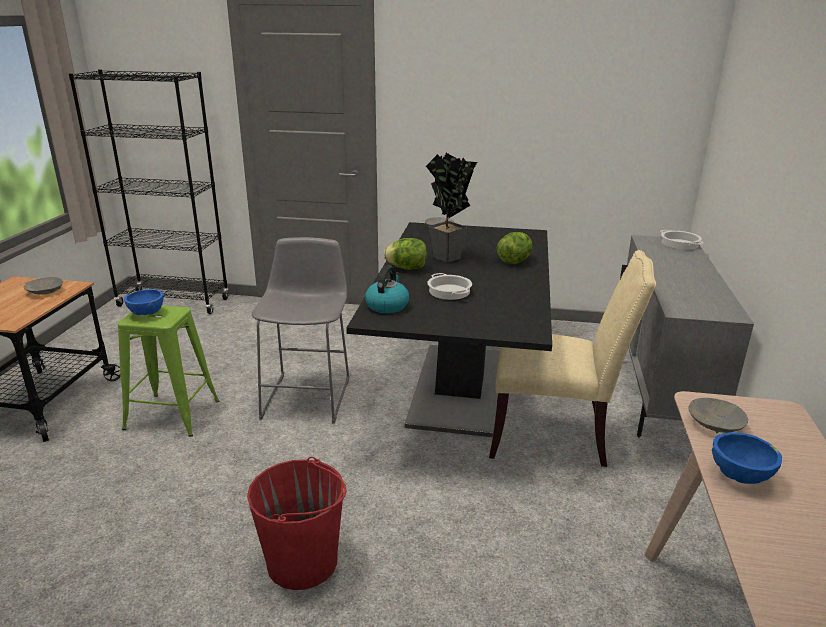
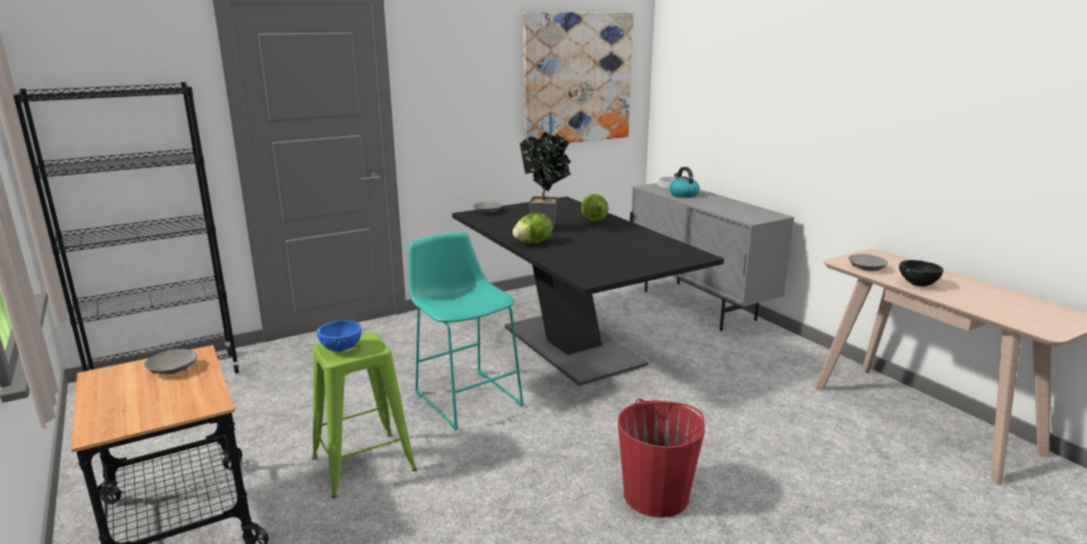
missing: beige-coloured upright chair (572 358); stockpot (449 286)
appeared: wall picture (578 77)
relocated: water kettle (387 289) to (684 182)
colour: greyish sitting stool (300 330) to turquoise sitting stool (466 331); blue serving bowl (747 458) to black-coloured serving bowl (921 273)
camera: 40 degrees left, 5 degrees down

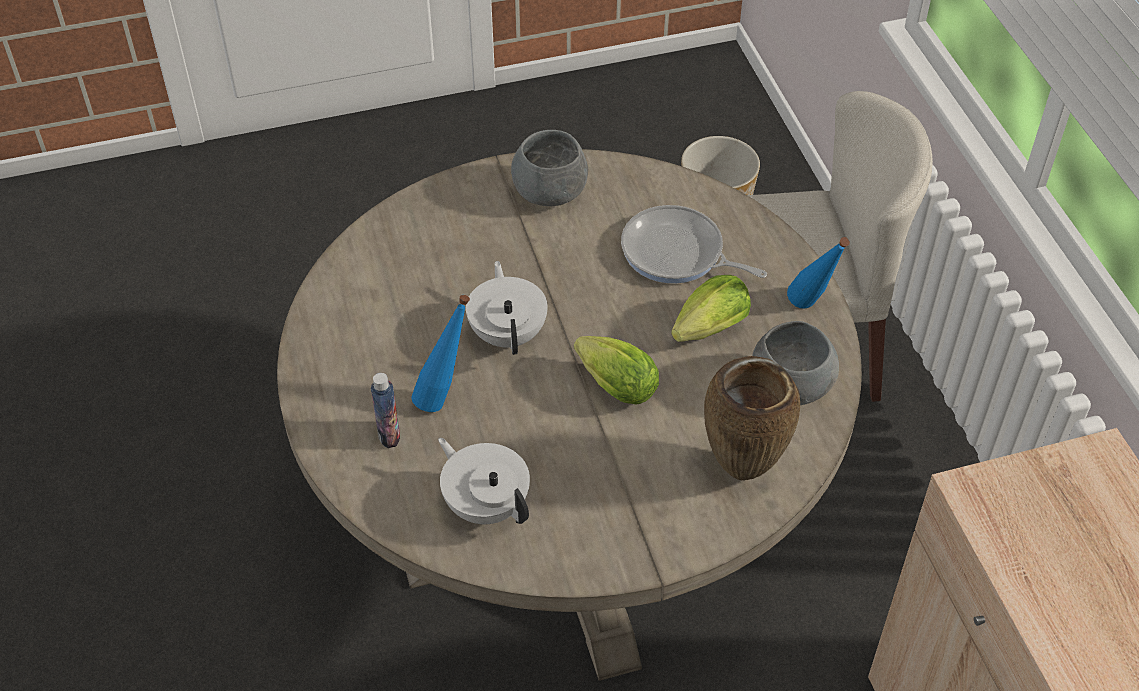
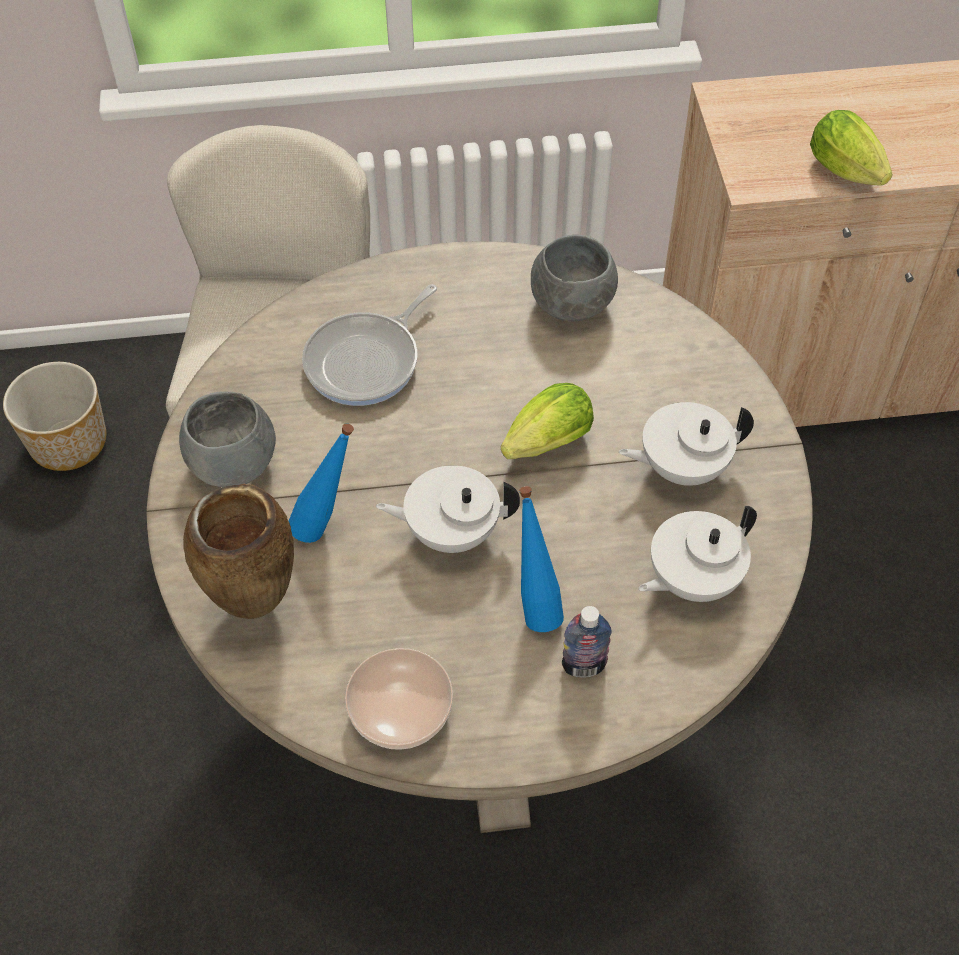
appeared: whitish pot for tea (686 444); serving bowl (399 699)
relocated: blue bottle (818 273) to (321 483); lettuce (711 308) to (851 147); brownish vase (752 418) to (238 551)
camera: 80 degrees left, 5 degrees up

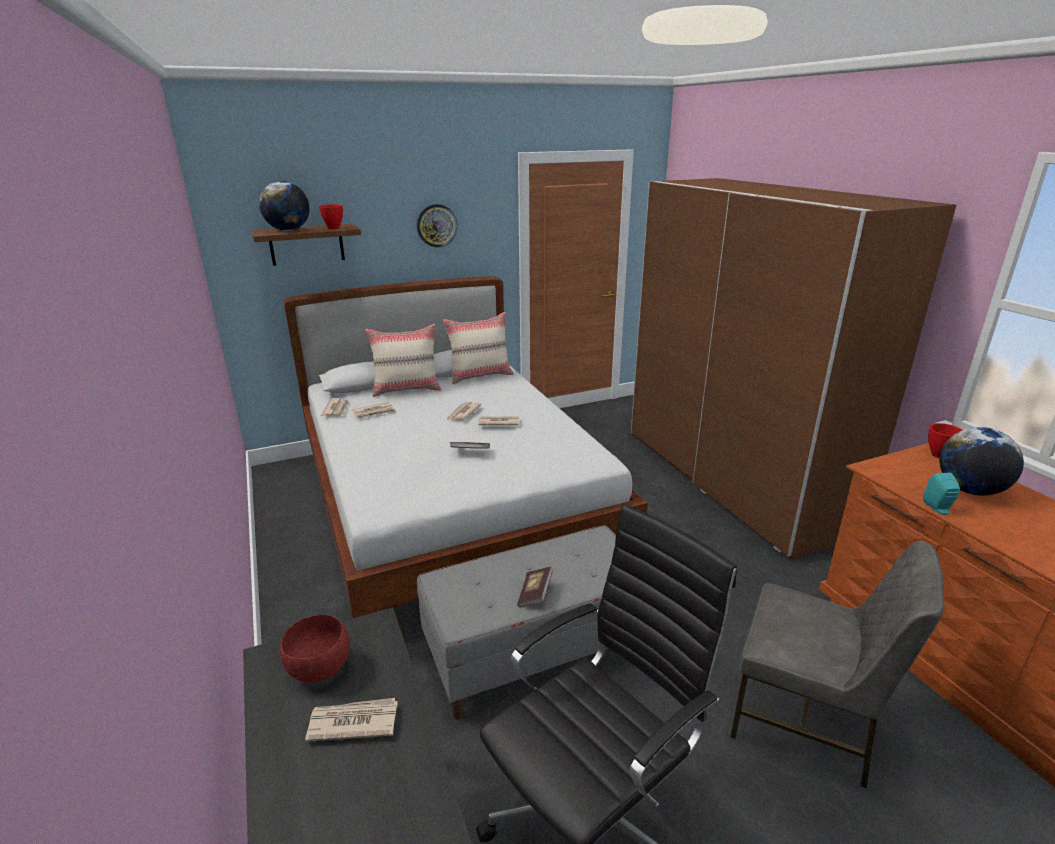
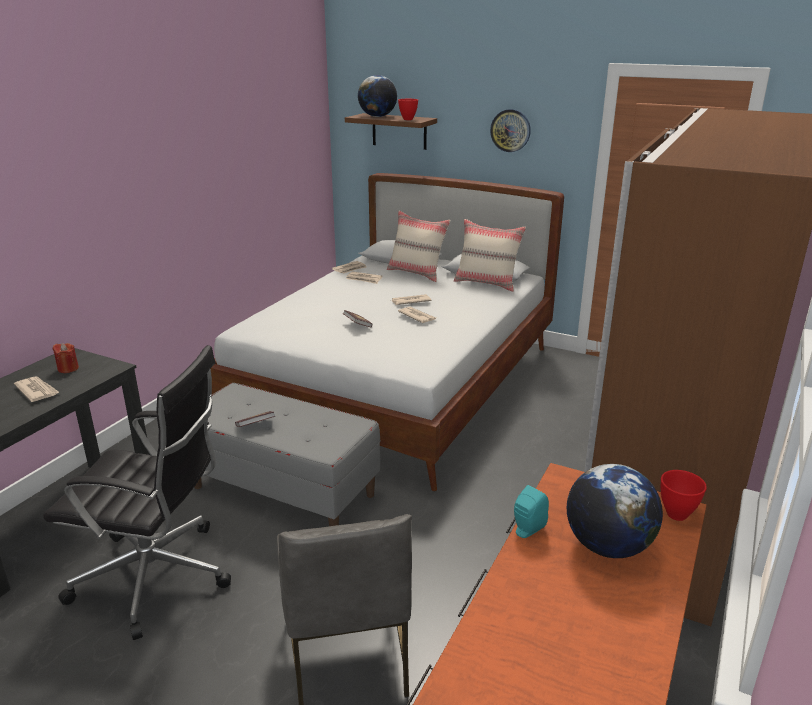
exchanged: reddish serving bowl (315 649) to reddish wax light (66 358)
camera: 50 degrees right, 0 degrees up

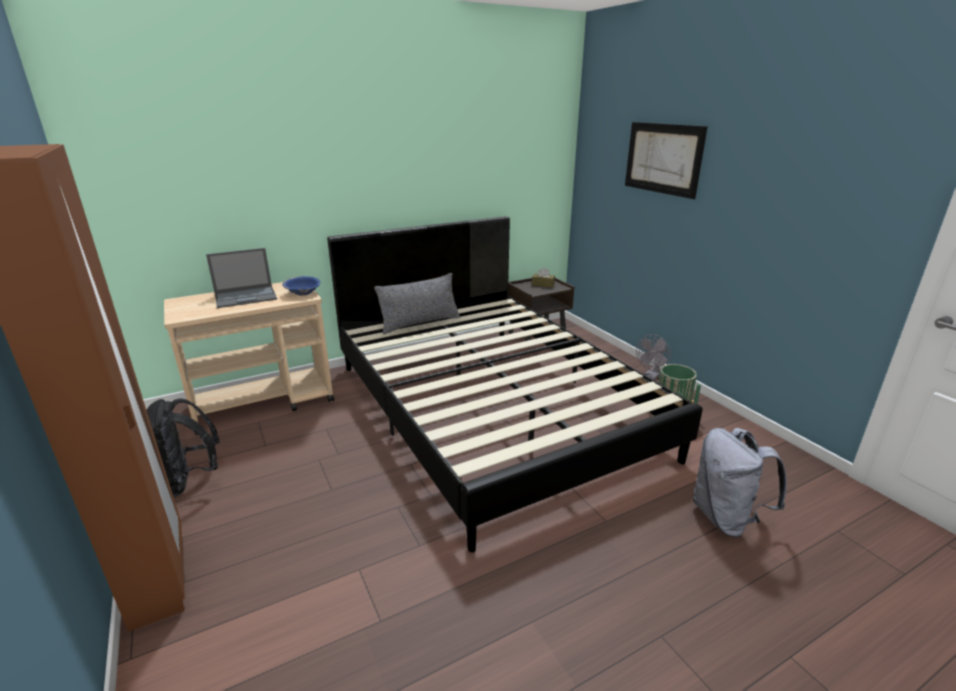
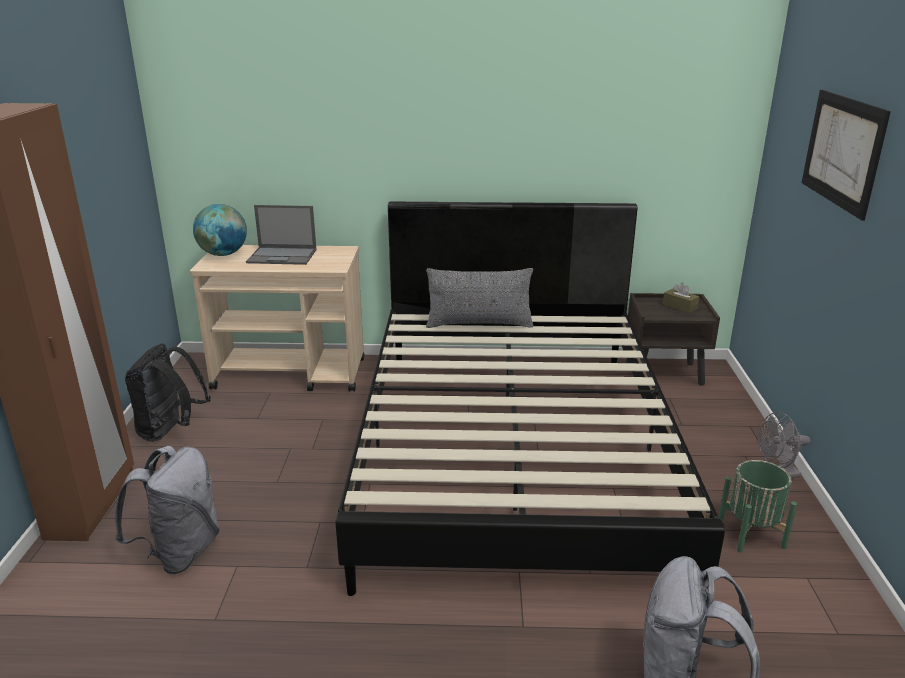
missing: blue serving bowl (301 286)
appeared: desk globe (220 230); greyish knapsack (167 510)
camera: 30 degrees right, 0 degrees up

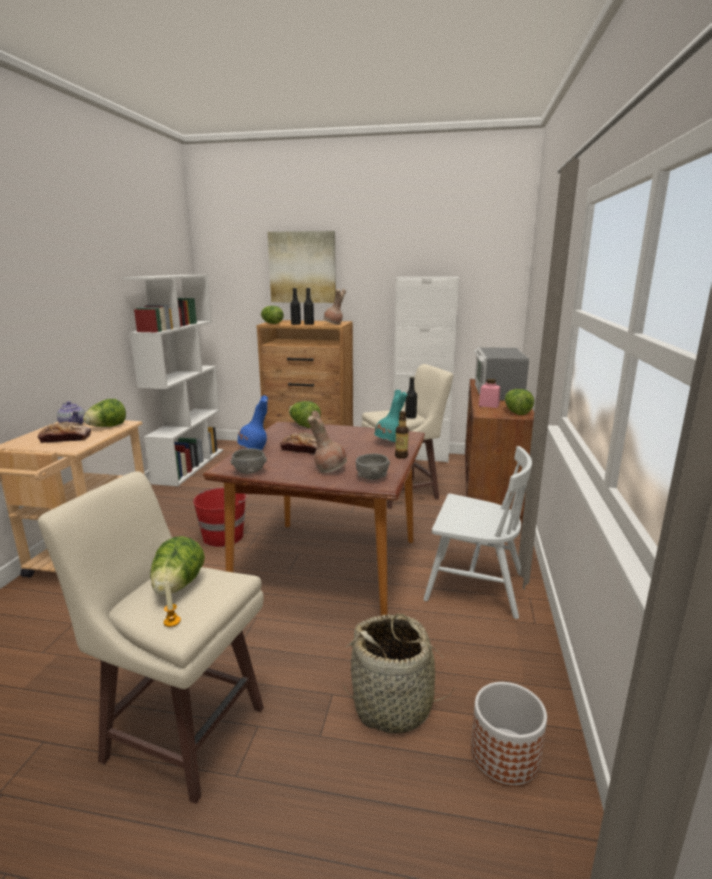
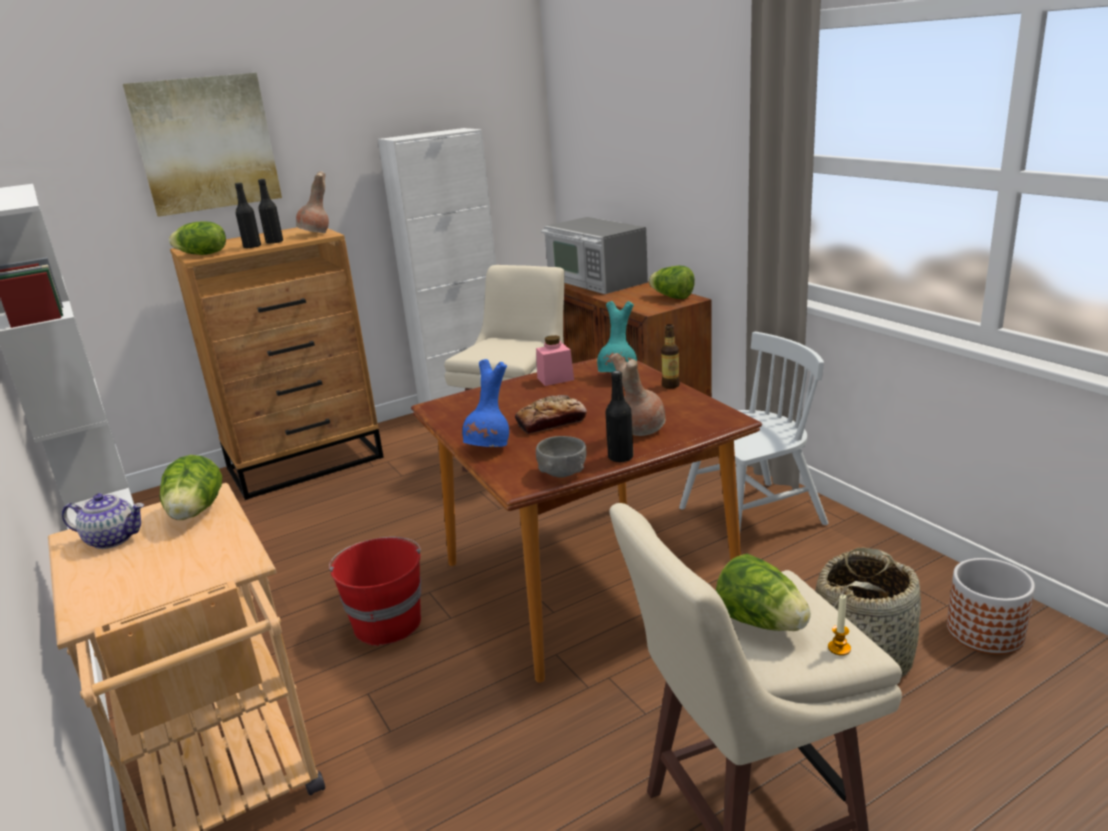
missing: lettuce (305 414); baked bread (64 432); greyish serving bowl (373 467)
relocated: black-coloured bottle (411 397) to (619 417); pink preserve jar (489 393) to (555 360)
camera: 40 degrees left, 5 degrees up

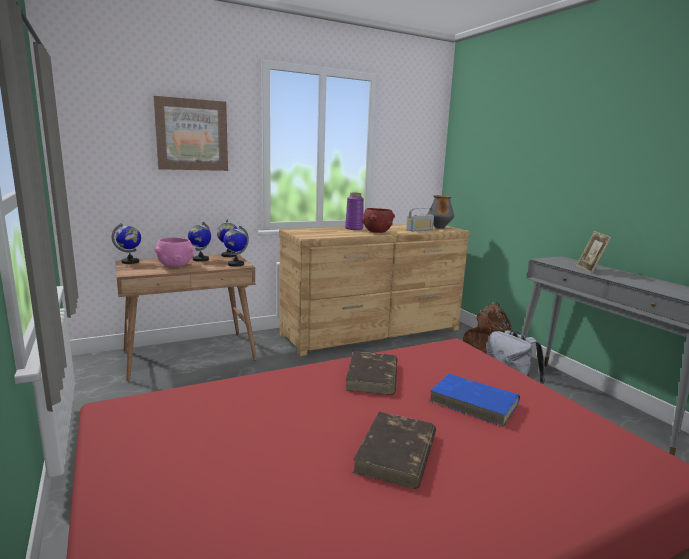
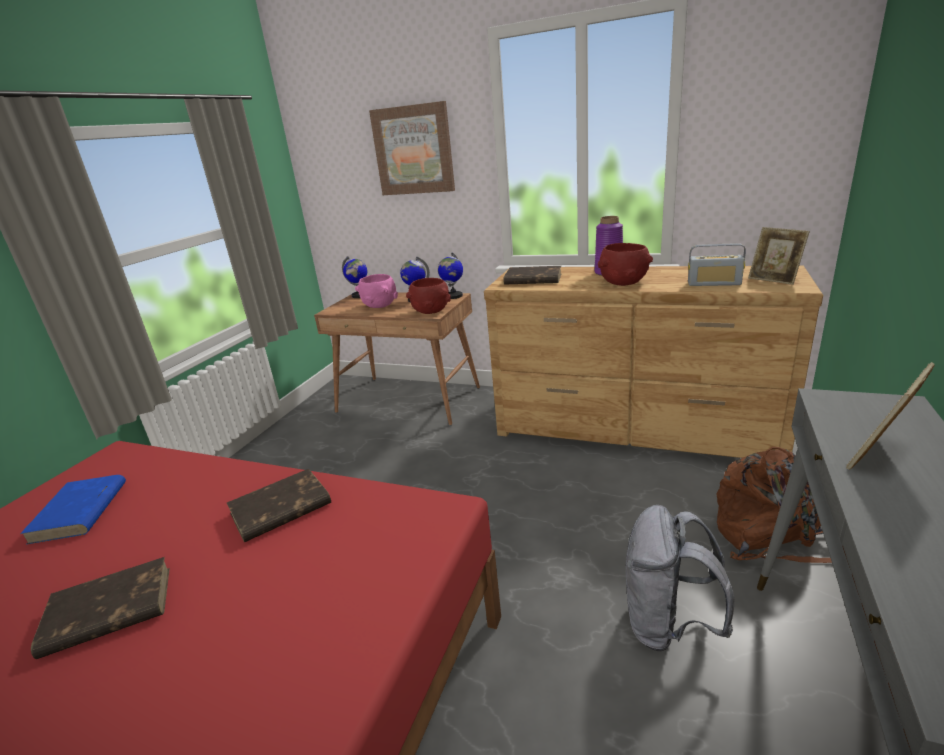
appeared: brownish bound book (532 275)
relocated: blue bound book (475 400) to (73 510)
exchanged: vase (441 212) to standing frame (779 256); desk globe (236 246) to reddish serving bowl (428 296)
camera: 50 degrees right, 10 degrees up

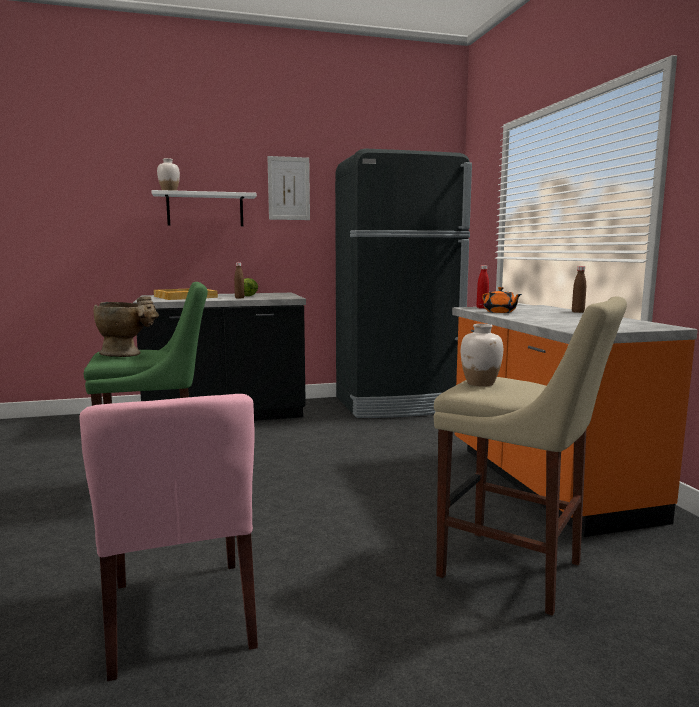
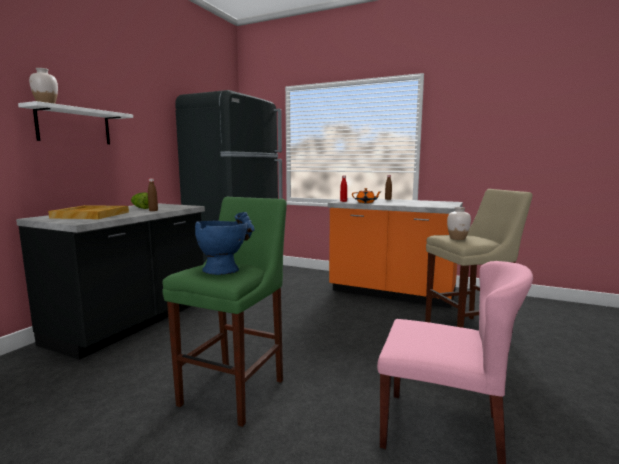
missing: wall picture (288 188)
colour: beige-coloured vase (126 326) to blue vase (225 243)
camera: 50 degrees left, 0 degrees up

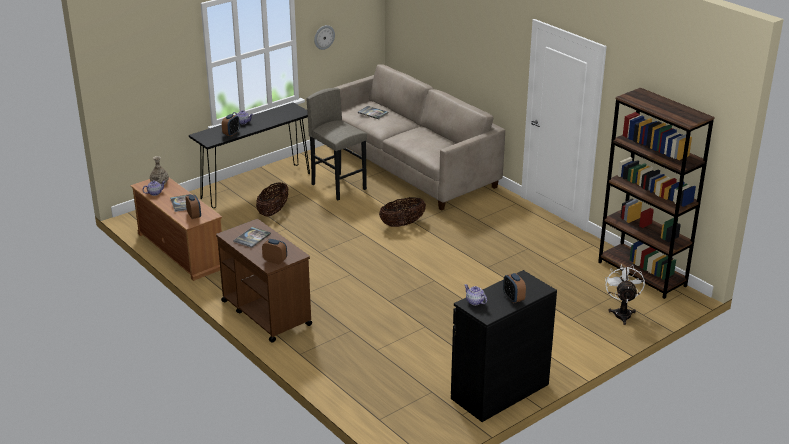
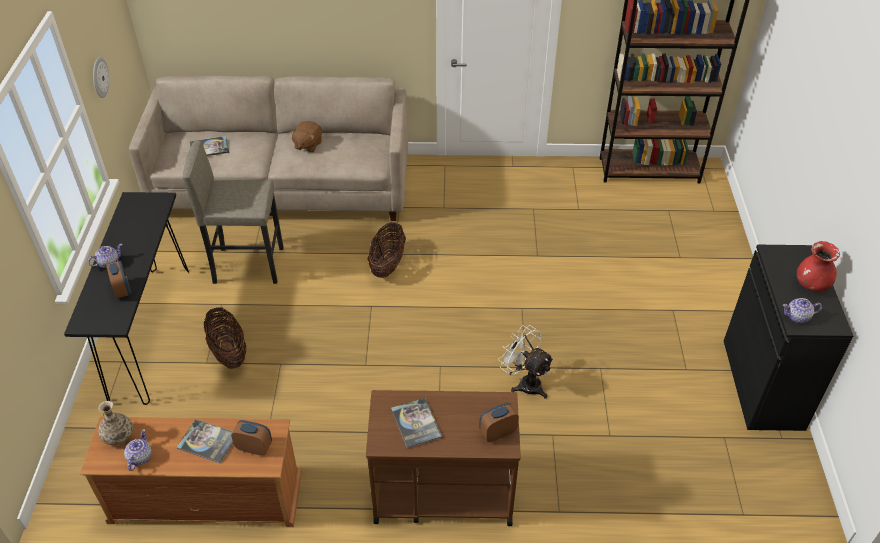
appeared: brownish soft toy (306 137)
relocated: whitish cooling fan (625 294) to (526 362)
exchanged: alarm clock (514 288) to reddish vase (818 266)
camera: 50 degrees left, 15 degrees up

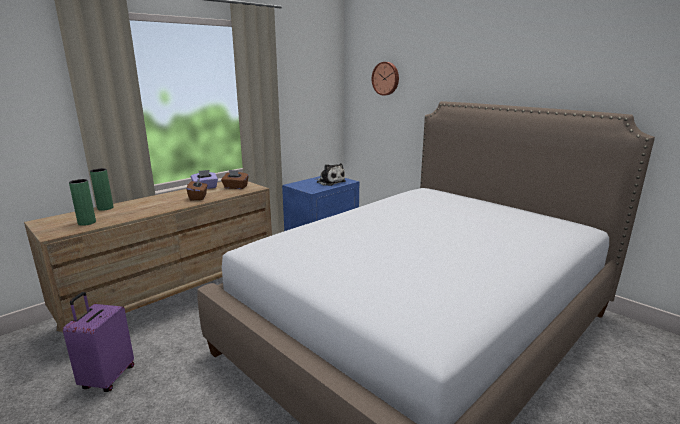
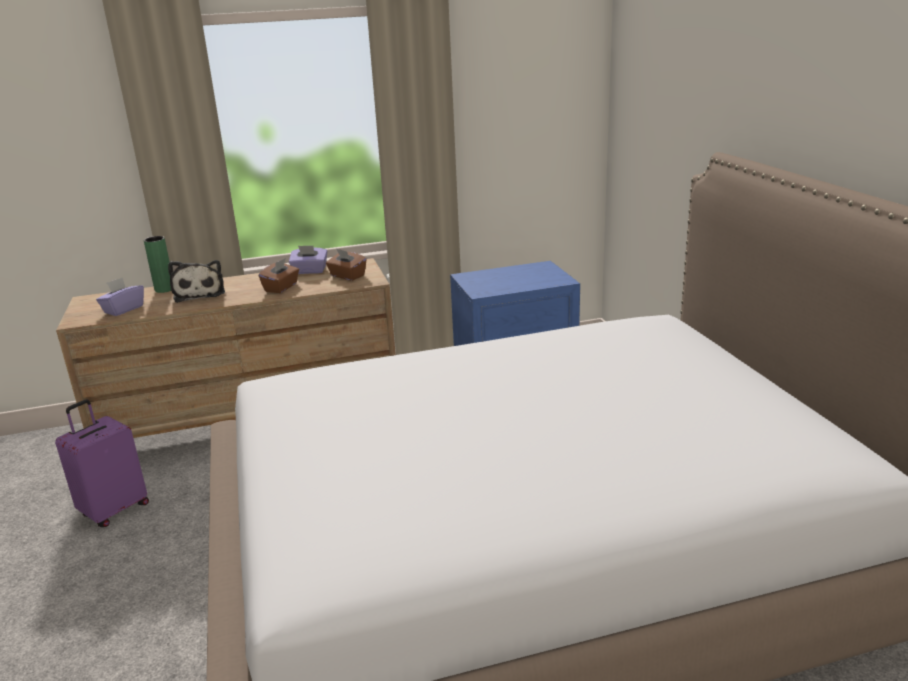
missing: hanging clock (385 79)
relocated: soft toy (330 174) to (196 281)
exchanged: green-coloured vase (82 202) to purple box of tissues (120 297)
camera: 30 degrees right, 5 degrees up

